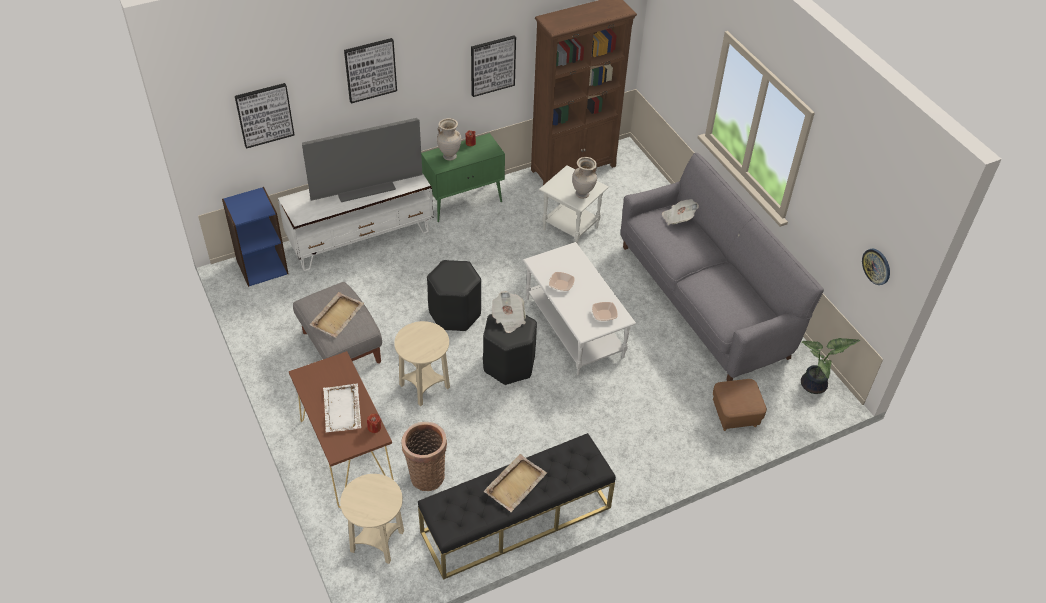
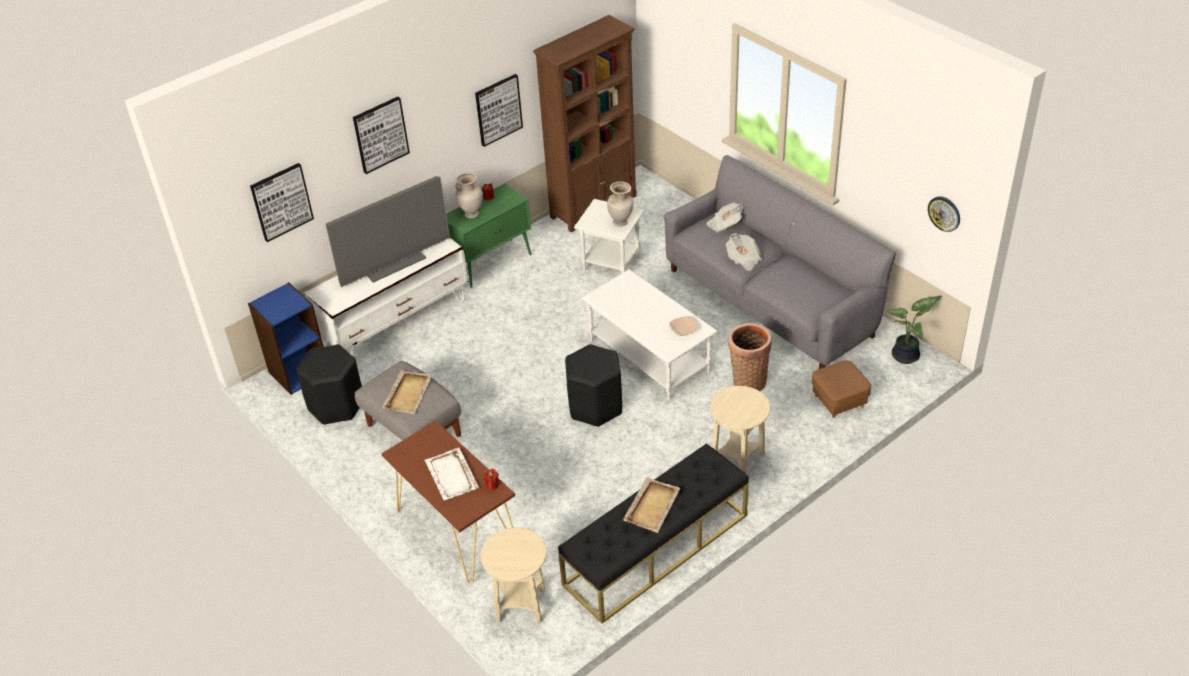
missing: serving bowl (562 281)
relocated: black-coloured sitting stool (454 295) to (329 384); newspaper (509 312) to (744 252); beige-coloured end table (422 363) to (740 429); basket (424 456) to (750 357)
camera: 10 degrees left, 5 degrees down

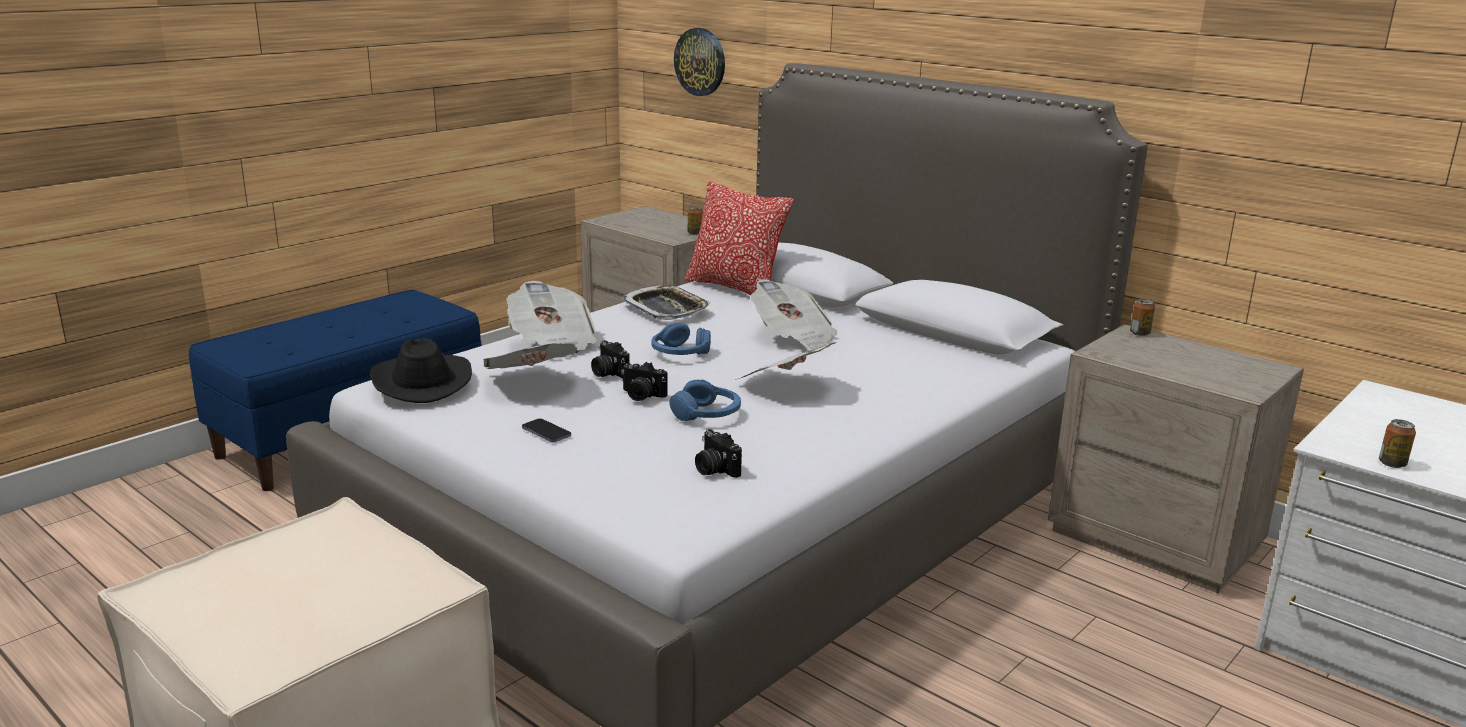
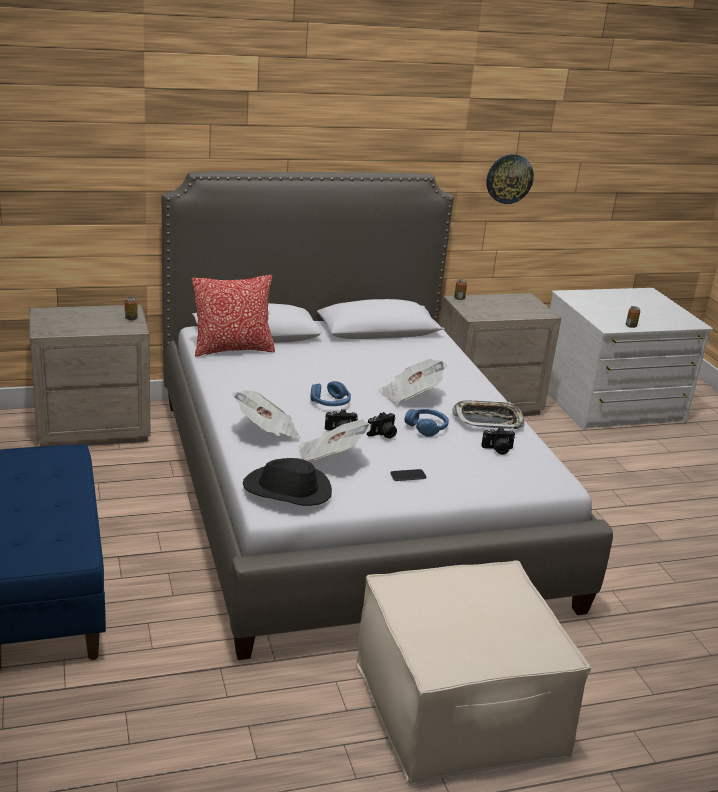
missing: newspaper (794 315)
relocated: hanging clock (699 62) to (510 179); serving tray (666 302) to (488 414)
camera: 60 degrees left, 5 degrees up

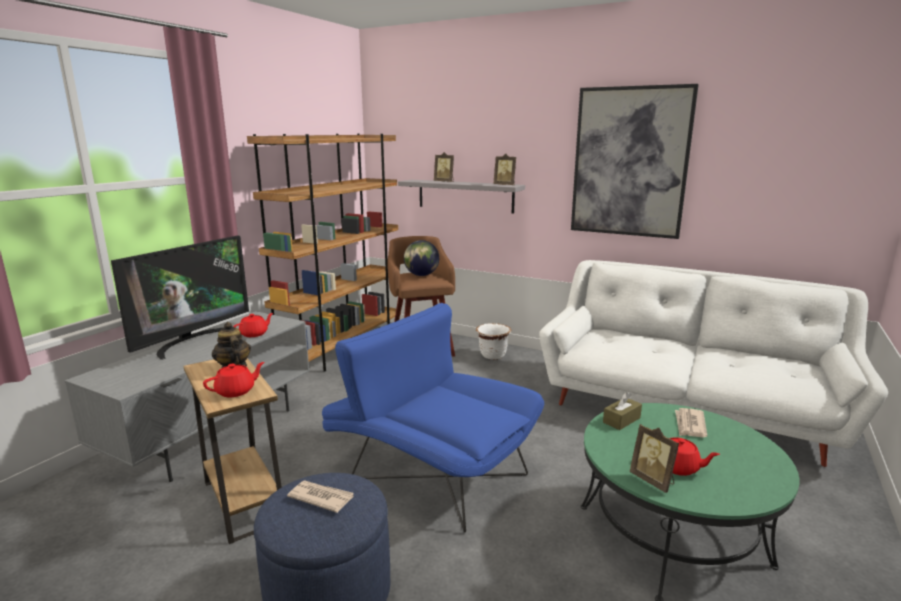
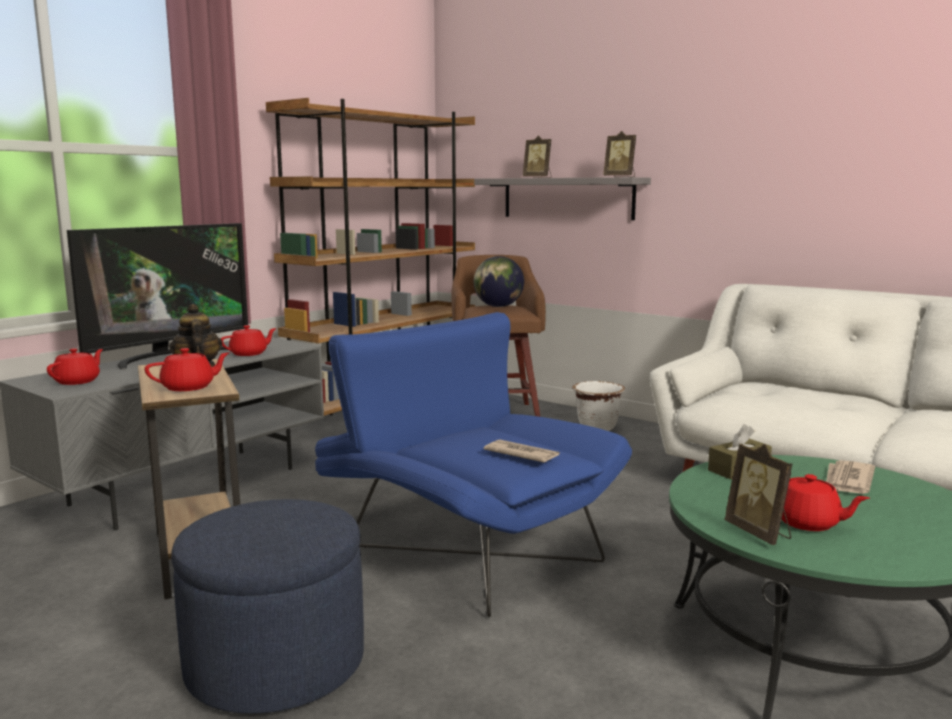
missing: wall picture (635 161)
appeared: reddish pot for tea (75 366)
relocated: newspaper (320 496) to (522 451)
camera: 10 degrees right, 5 degrees down

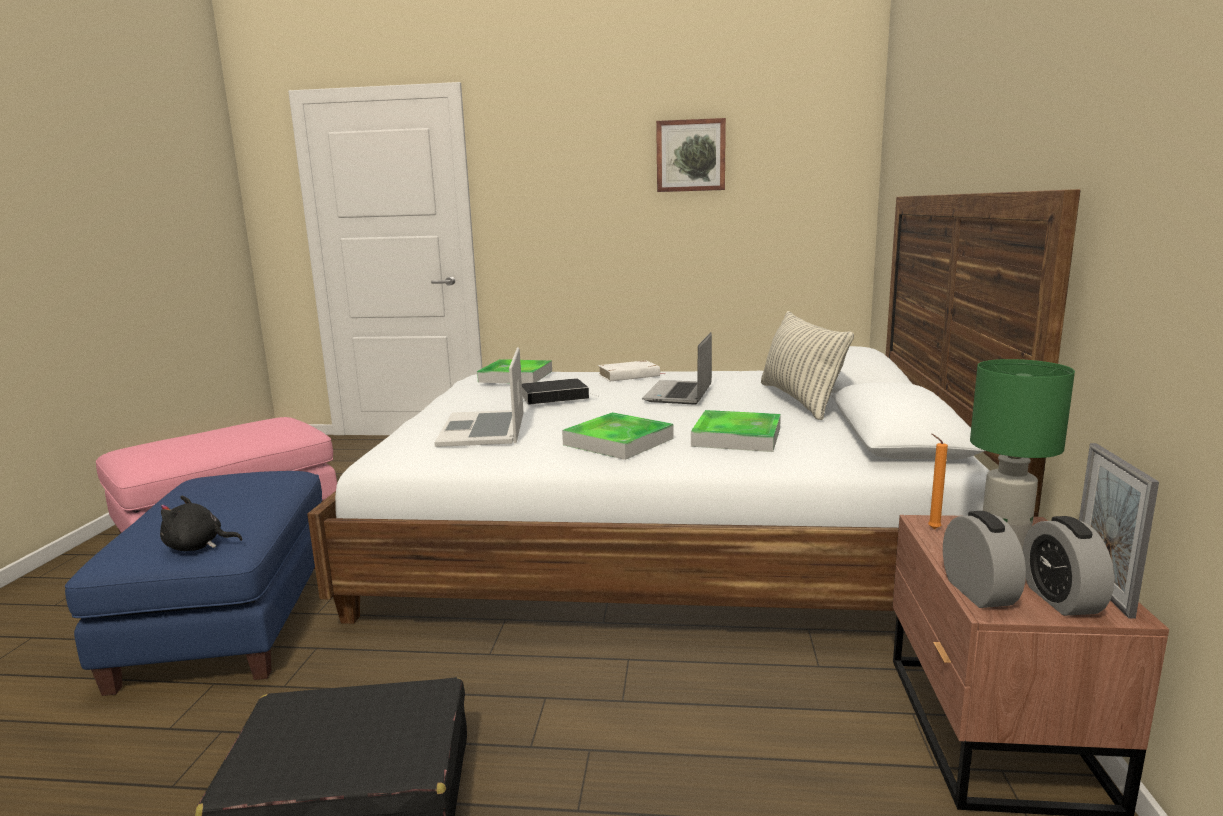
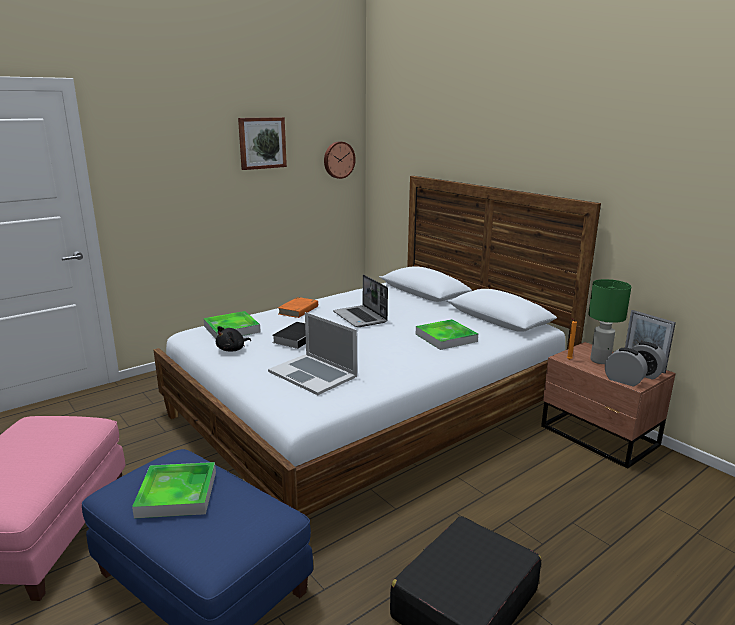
missing: throw pillow (807 365)
appeared: hanging clock (340 160)
relocated: serving tray (617 436) to (174 490); black-coloured soft toy (201 523) to (233 338)
colour: whitish bound book (631 370) to orange-coloured bound book (298 307)
camera: 45 degrees left, 5 degrees up

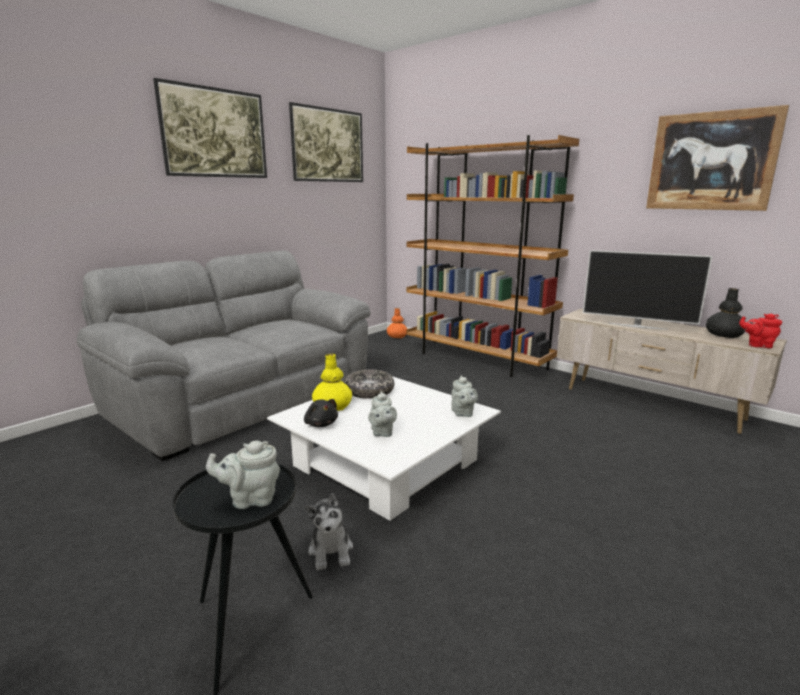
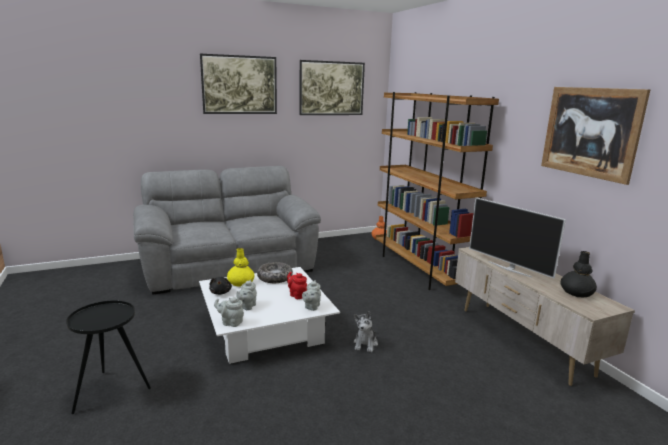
relocated: reddish pot for tea (760 331) to (297 285); greyish pot for tea (243 475) to (229 312); soft toy (329 531) to (366 331)
camera: 25 degrees right, 0 degrees up

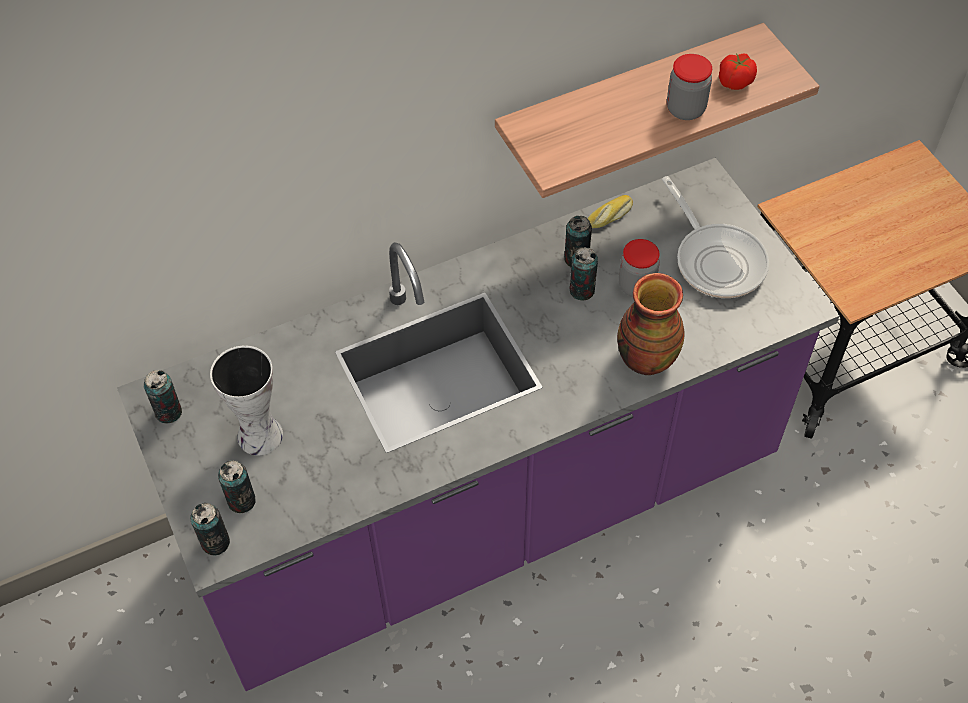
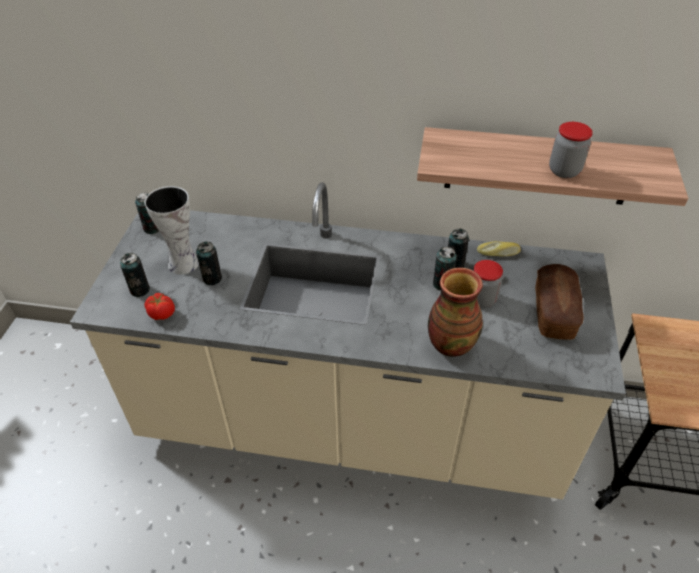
relocated: whole tomato (738 71) to (159 306); metal can (210 529) to (209 263)
exchanged: frying pan (715 237) to baked bread (559 302)
colour: purple kitchen base unit (478 424) to beige-coloured kitchen base unit (348 340)
camera: 35 degrees right, 10 degrees down

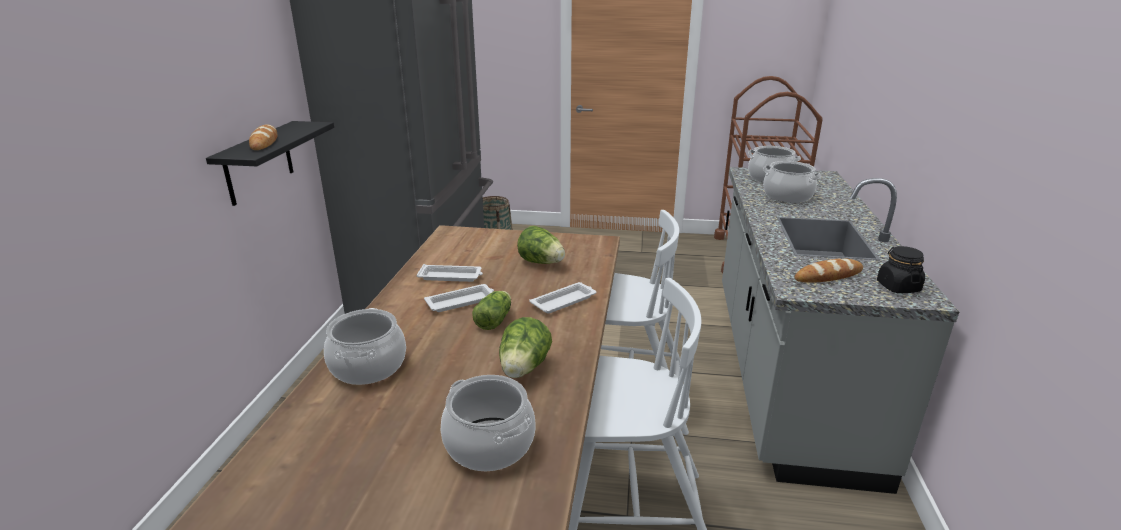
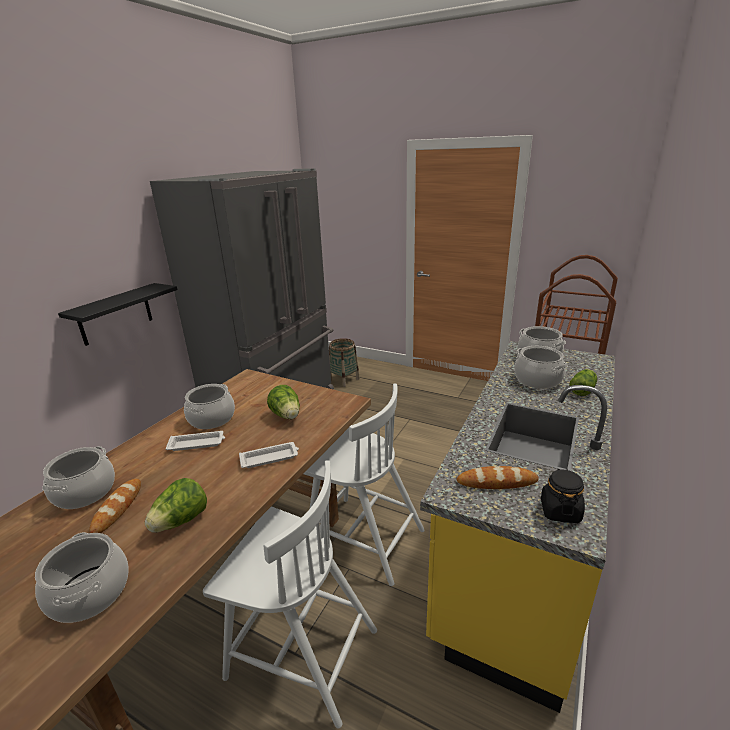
relocated: baked bread (263 137) to (115 506); lettuce (491 310) to (583 382)
exchanged: whitish serving tray (449 273) to stockpot (209 406)
colour: greyish kitchen base unit (840 330) to yellow kitchen base unit (517 527)
camera: 20 degrees right, 0 degrees up

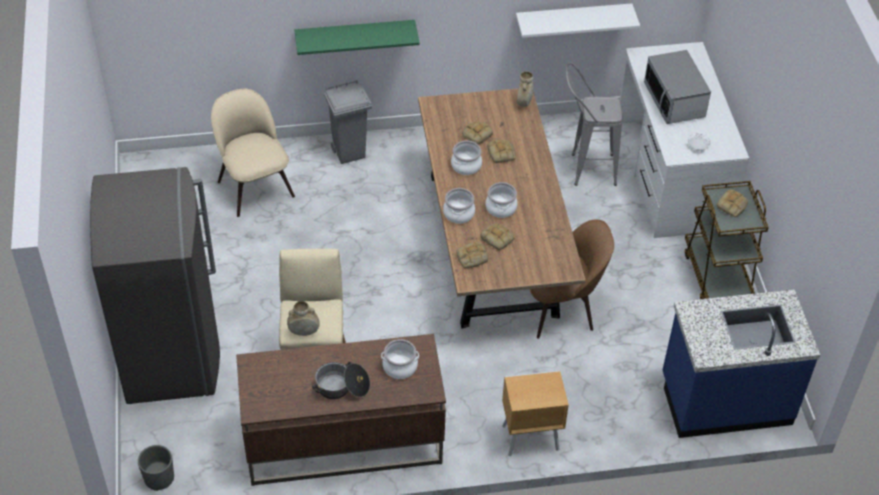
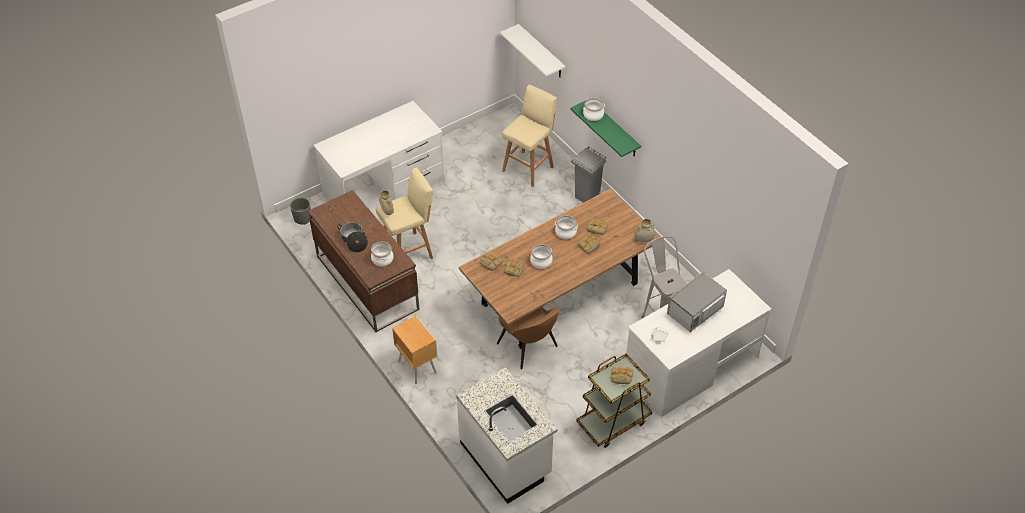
relocated: whitish shelf (578 20) to (532 50); stockpot (459 206) to (594 109)
exchanged: beige-coloured upright chair (253 153) to beige-coloured sitting stool (529 135); greyish fridge (155 285) to whitish desk unit (379 151)
colour: blue kitchen base unit (741 364) to whitish kitchen base unit (506 435)
camera: 65 degrees right, 0 degrees up

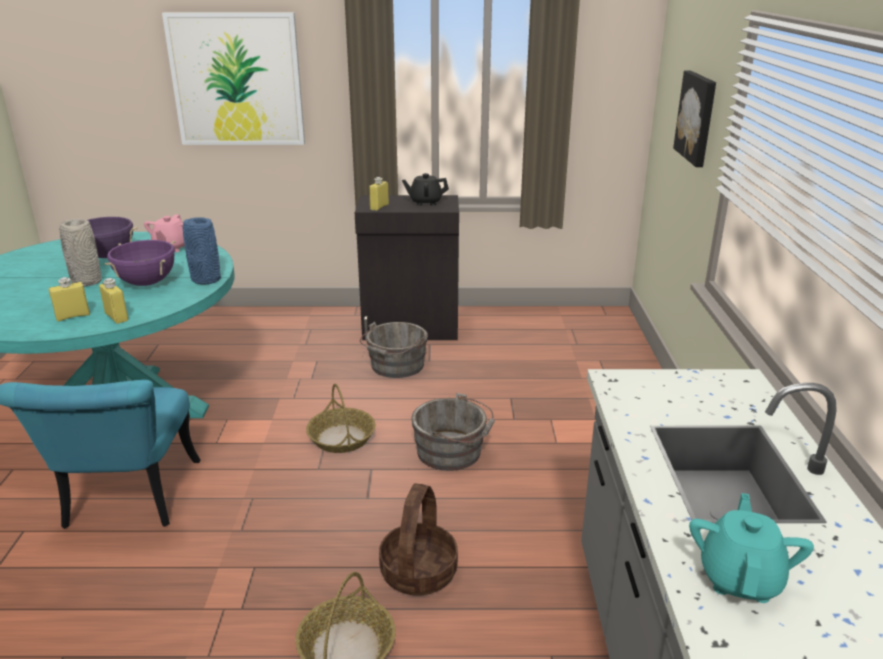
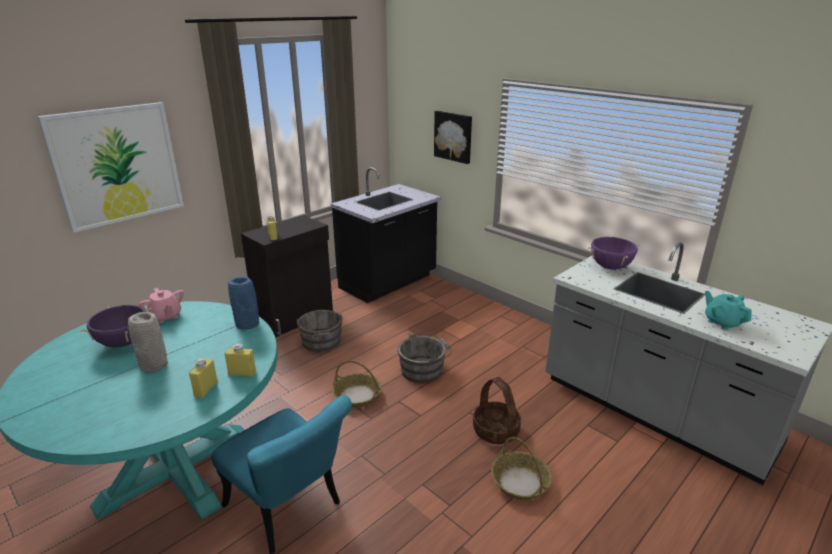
missing: black-coloured pot for tea (425 189)
appeared: black-coloured kitchen base unit (386 235)
relocated: purple stockpot (140 263) to (614 253)
camera: 45 degrees left, 0 degrees up

